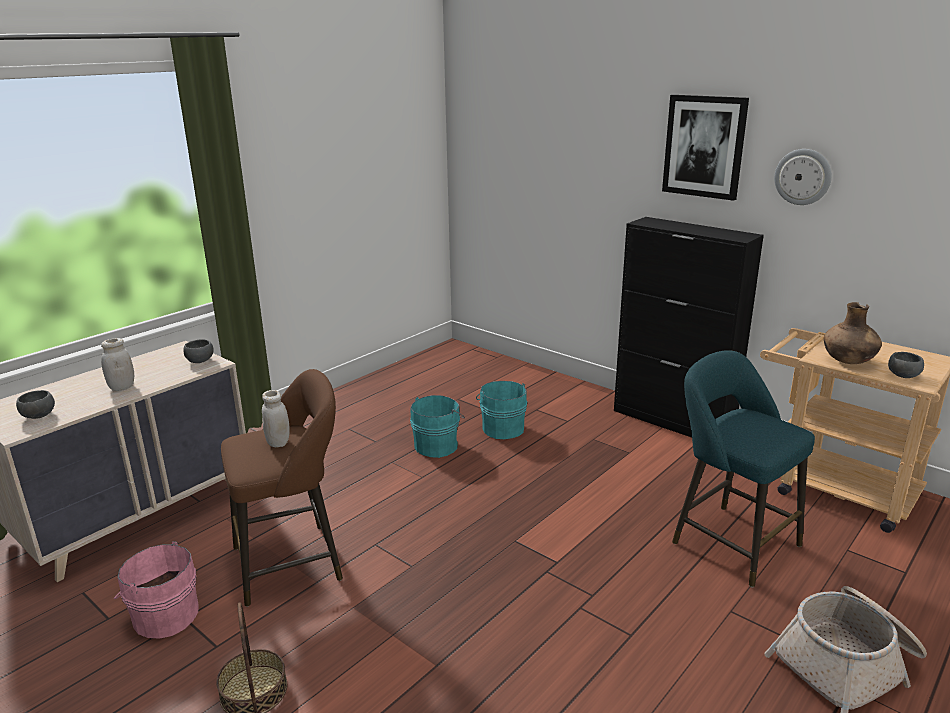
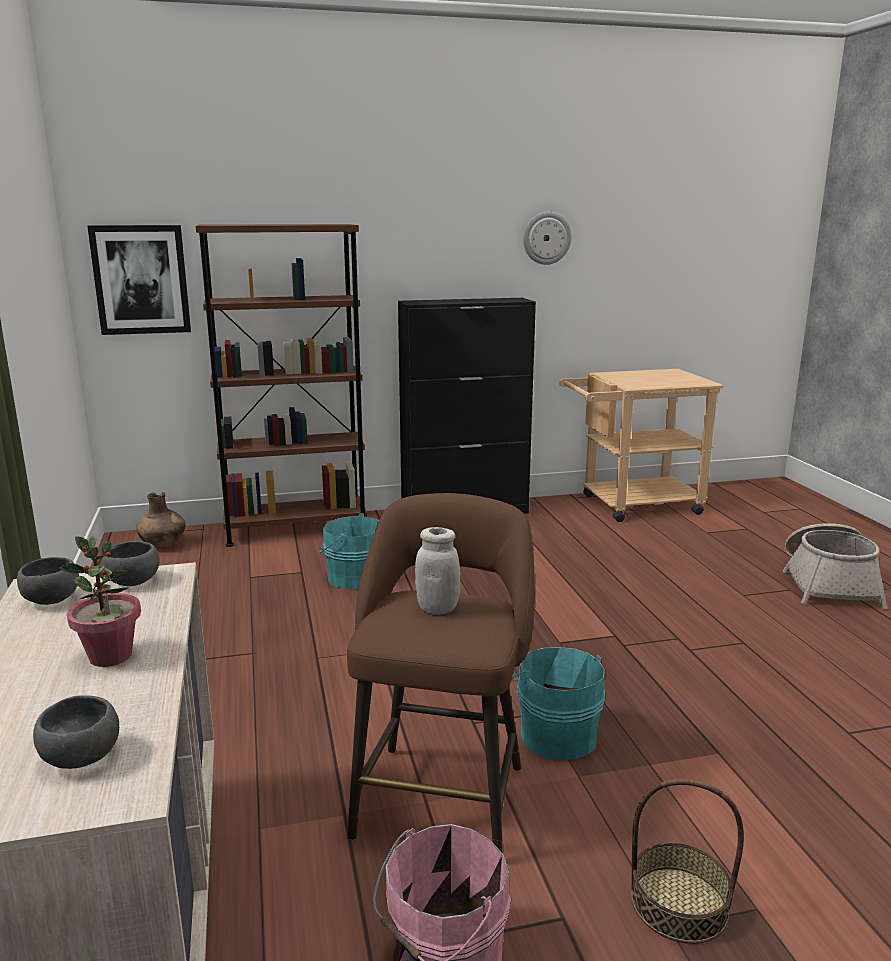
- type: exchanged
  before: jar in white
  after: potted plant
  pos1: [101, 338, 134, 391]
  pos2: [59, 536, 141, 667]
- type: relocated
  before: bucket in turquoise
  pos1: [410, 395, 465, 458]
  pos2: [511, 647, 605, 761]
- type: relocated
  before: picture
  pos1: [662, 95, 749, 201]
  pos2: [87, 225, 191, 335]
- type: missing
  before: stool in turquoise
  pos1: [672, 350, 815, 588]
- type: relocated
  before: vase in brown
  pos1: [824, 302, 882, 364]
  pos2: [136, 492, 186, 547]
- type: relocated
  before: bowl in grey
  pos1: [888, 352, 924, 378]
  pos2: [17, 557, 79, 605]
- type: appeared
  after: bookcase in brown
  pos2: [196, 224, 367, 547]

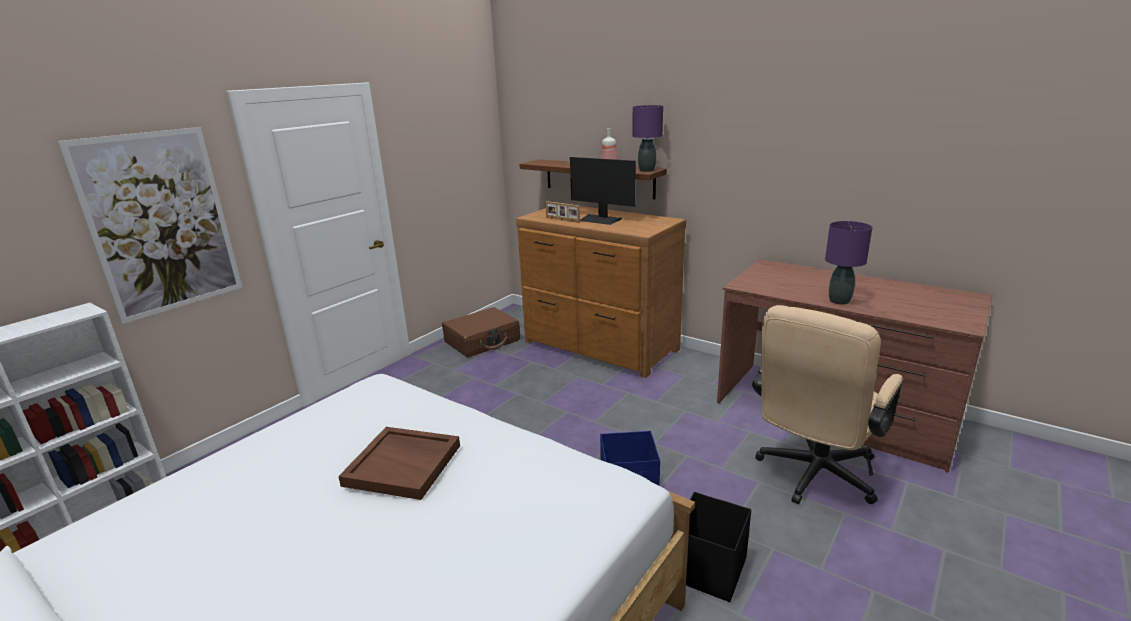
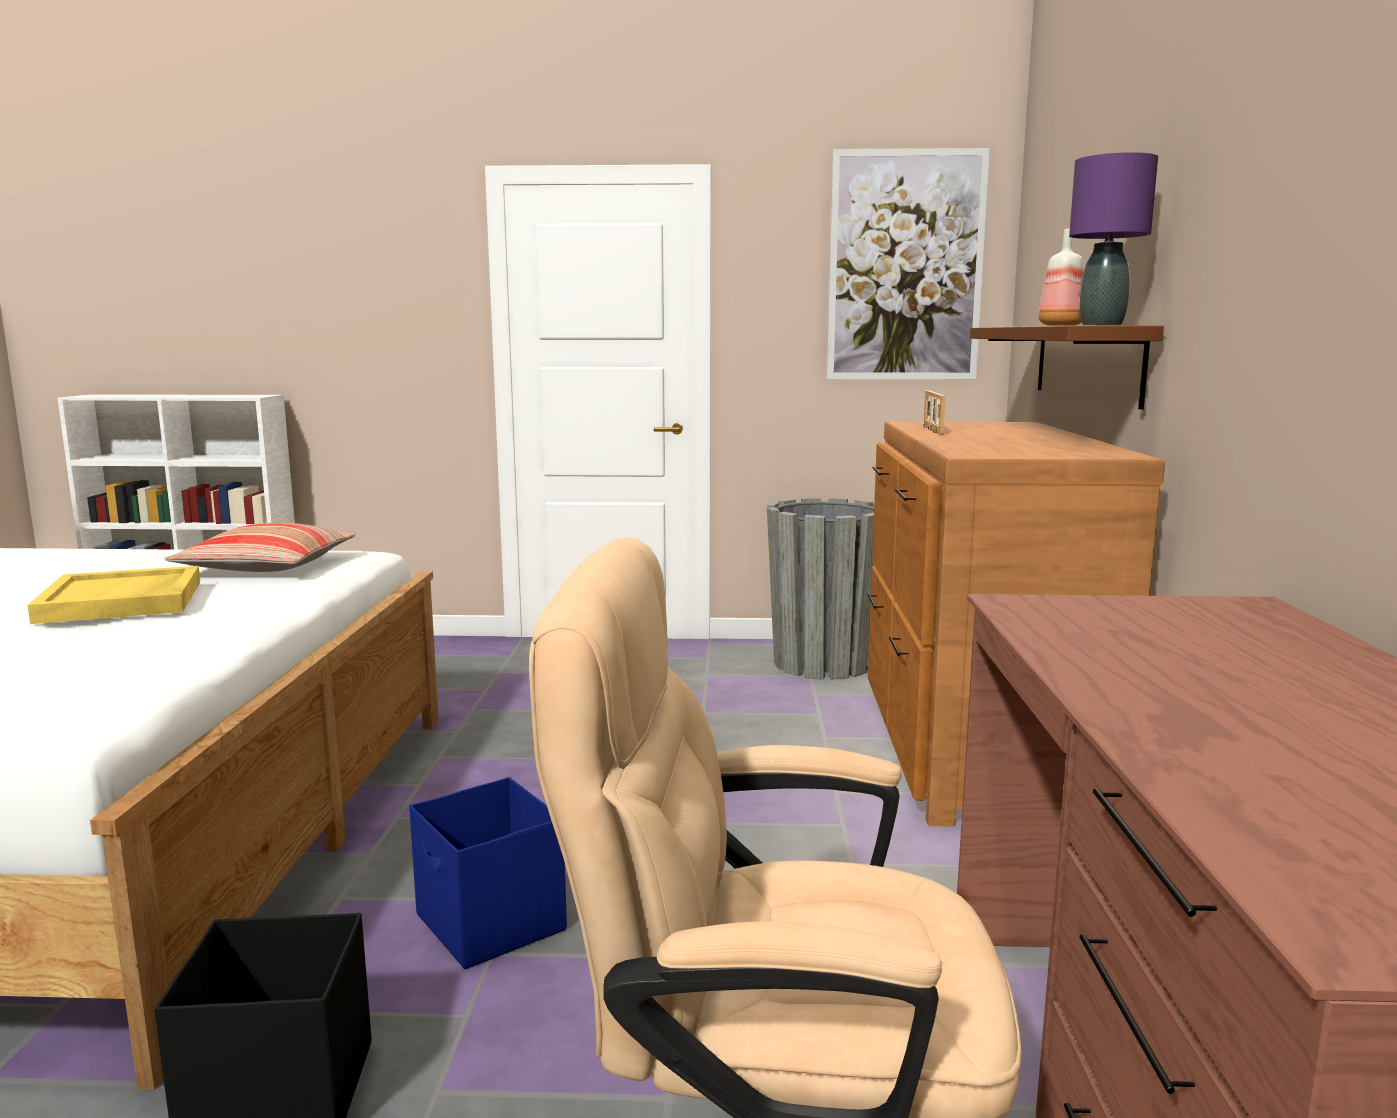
- type: relocated
  before: picture
  pos1: [57, 127, 242, 324]
  pos2: [827, 148, 990, 379]
- type: colour
  before: tray in brown
  after: tray in yellow
  pos1: [338, 427, 460, 500]
  pos2: [27, 566, 200, 624]
- type: exchanged
  before: suitcase in brown
  after: planter in grey
  pos1: [442, 307, 520, 357]
  pos2: [767, 498, 874, 680]
- type: missing
  before: monitor
  pos1: [570, 157, 636, 225]
- type: missing
  before: table lamp in purple
  pos1: [825, 221, 872, 305]
- type: appeared
  after: pillow
  pos2: [165, 523, 355, 572]

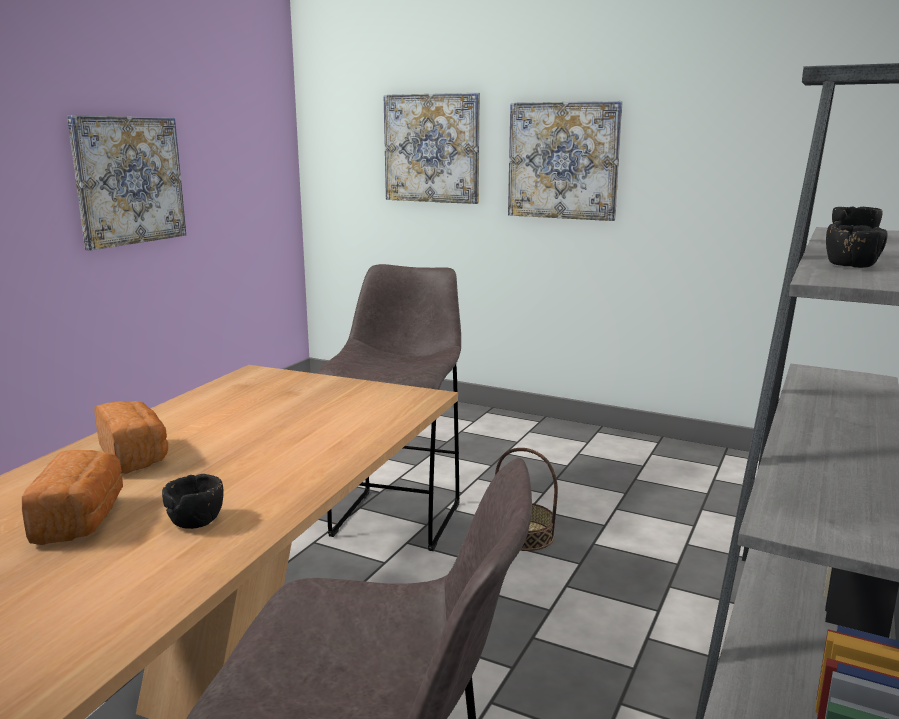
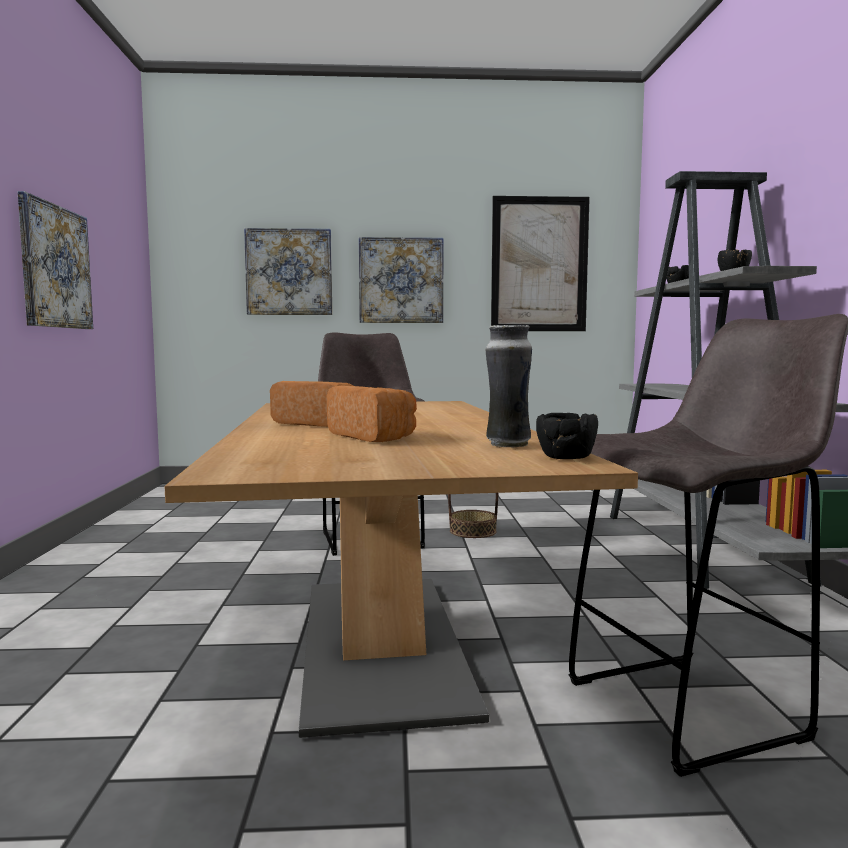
- type: relocated
  before: bowl in black
  pos1: [162, 474, 224, 529]
  pos2: [536, 413, 598, 459]
- type: appeared
  after: vase
  pos2: [486, 325, 532, 447]
- type: appeared
  after: picture
  pos2: [491, 196, 590, 331]

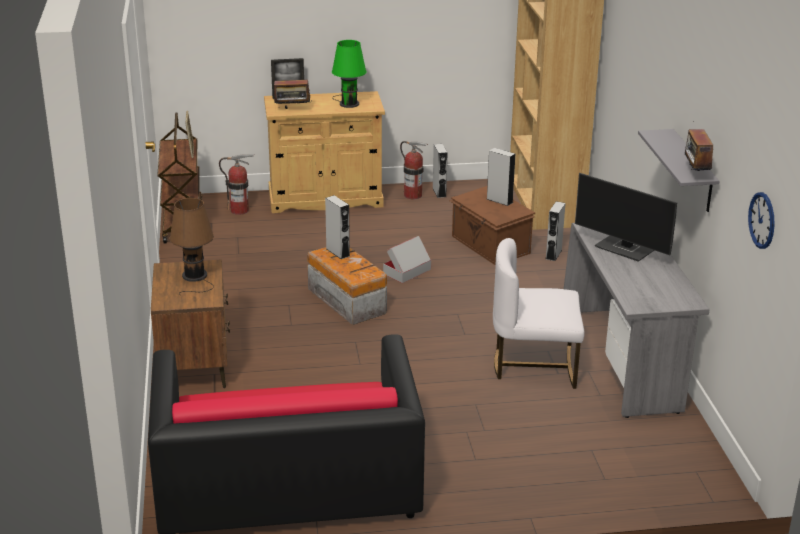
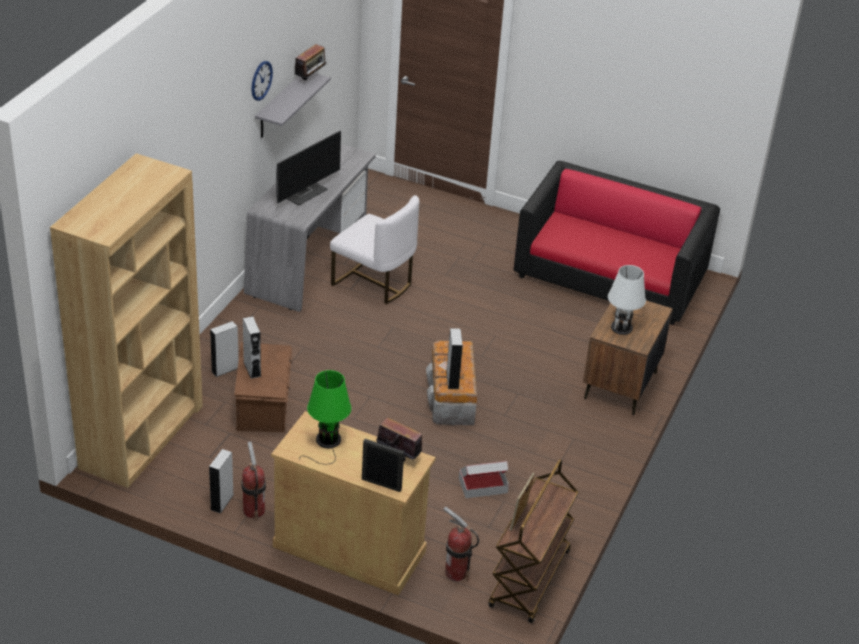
- type: colour
  before: table lamp in brown
  after: table lamp in white
  pos1: [170, 198, 214, 295]
  pos2: [608, 265, 646, 335]
- type: relocated
  before: cardboard box
  pos1: [383, 236, 431, 283]
  pos2: [459, 461, 509, 498]
- type: spun
  before: monitor
  pos1: [575, 173, 677, 262]
  pos2: [276, 130, 341, 206]
  turn: 60
- type: relocated
  before: wall clock
  pos1: [748, 192, 775, 249]
  pos2: [251, 61, 273, 101]

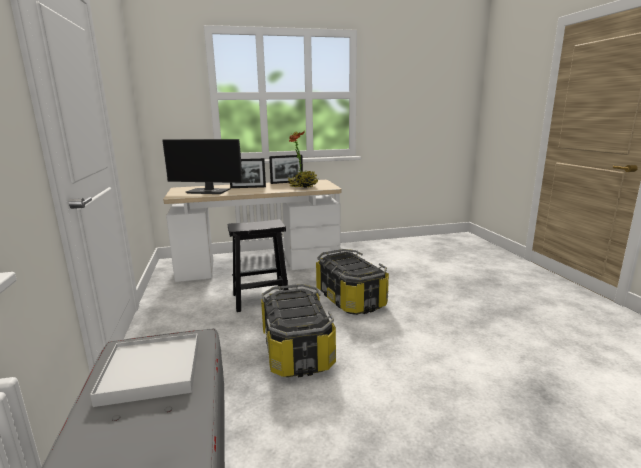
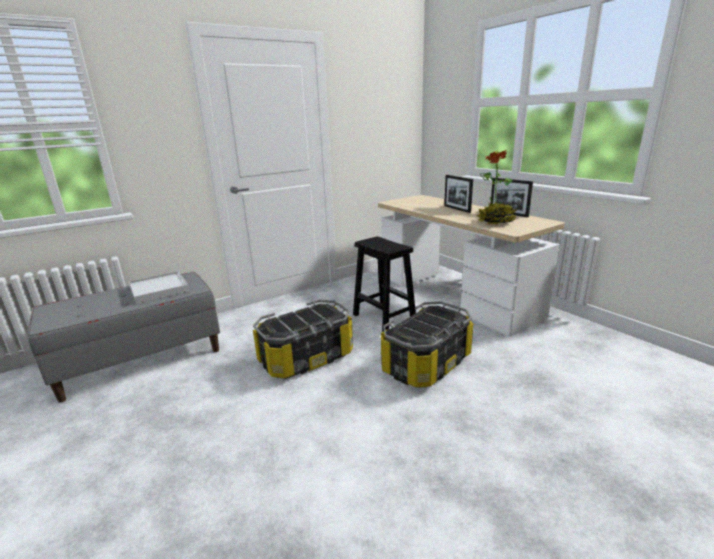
- type: missing
  before: monitor
  pos1: [162, 139, 242, 194]

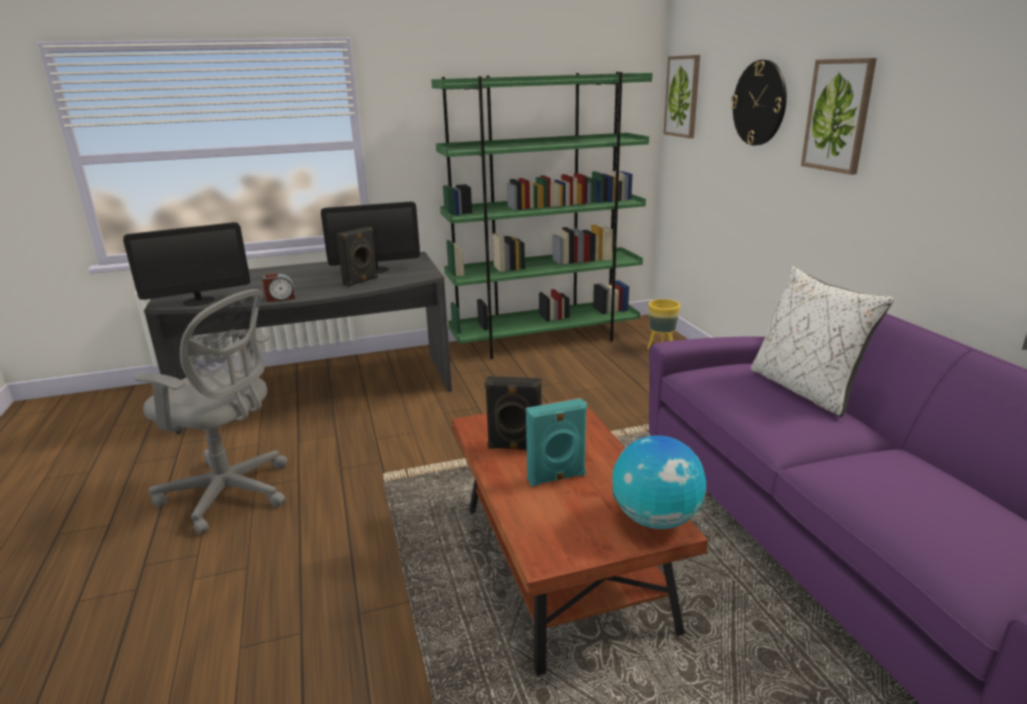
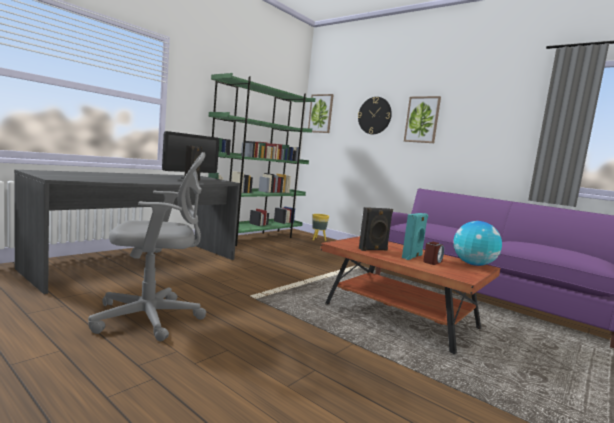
- type: missing
  before: monitor
  pos1: [123, 222, 250, 306]
- type: relocated
  before: alarm clock
  pos1: [262, 273, 295, 302]
  pos2: [423, 242, 444, 265]
- type: missing
  before: pillow in white
  pos1: [751, 266, 894, 417]

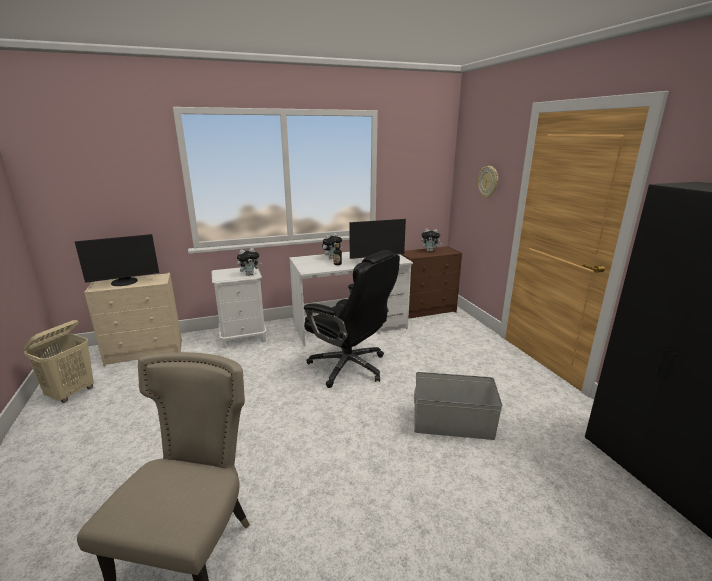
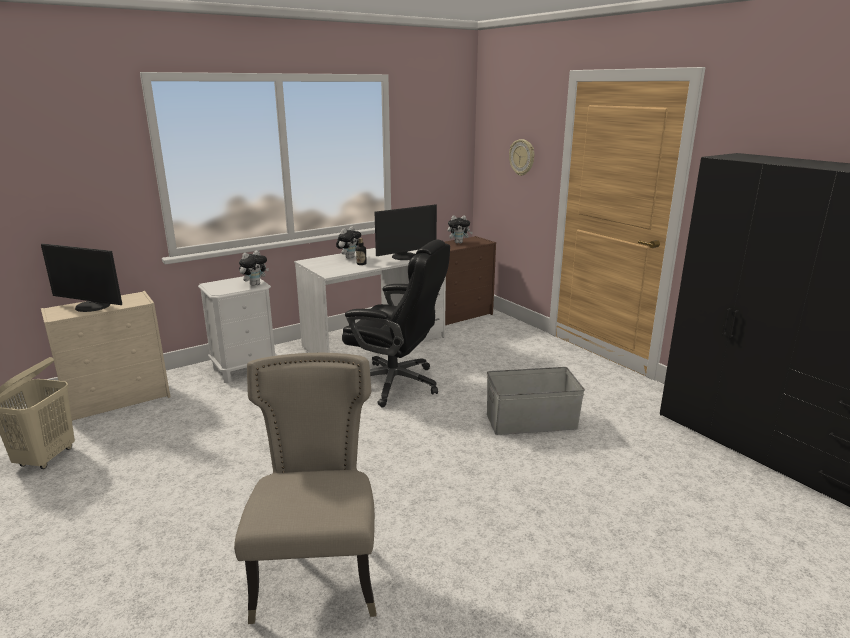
- type: spun
  before: monitor
  pos1: [75, 234, 159, 286]
  pos2: [41, 244, 122, 312]
  turn: 60

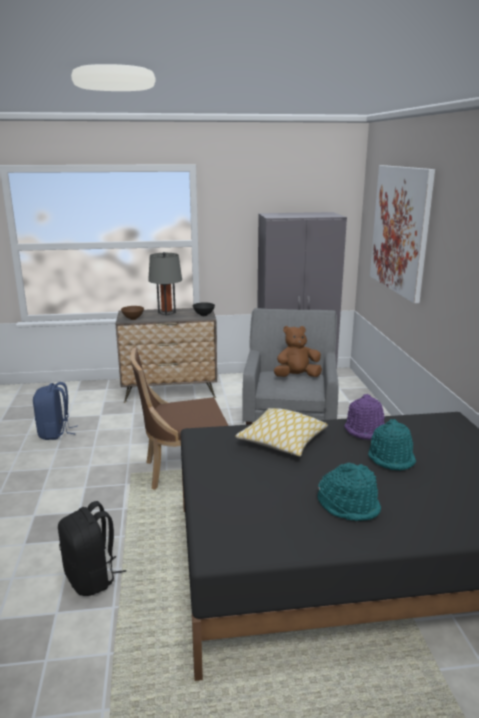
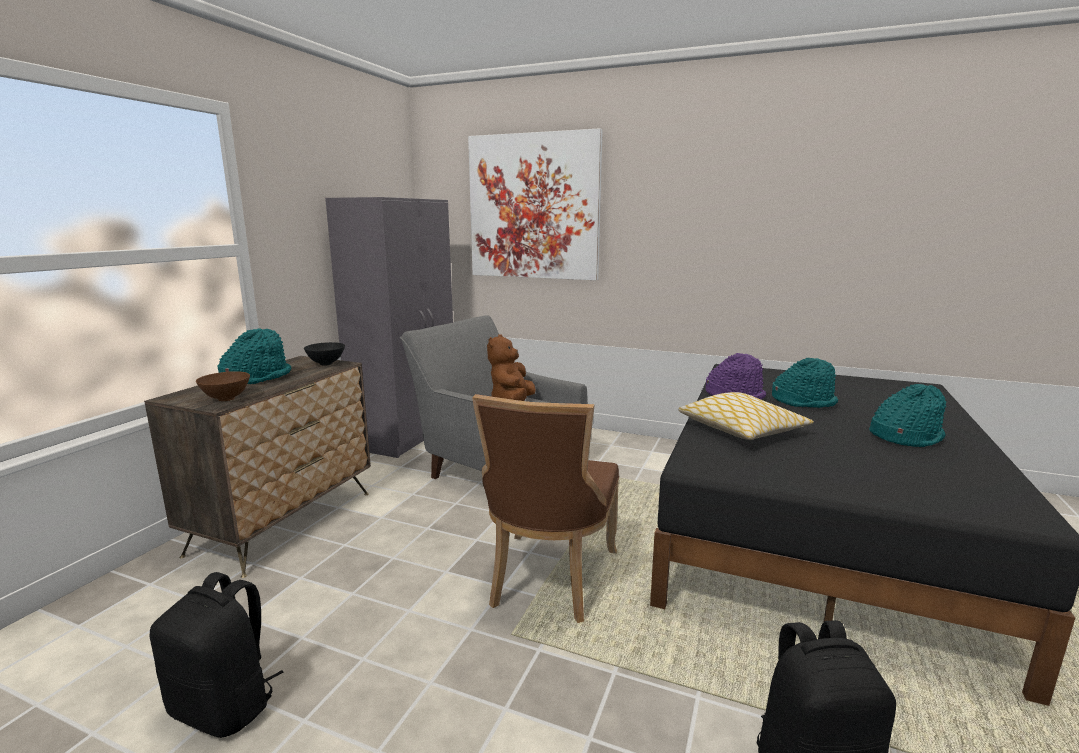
- type: colour
  before: backpack in blue
  after: backpack in black
  pos1: [33, 382, 77, 440]
  pos2: [150, 572, 283, 738]
- type: exchanged
  before: table lamp in grey
  after: hat in turquoise
  pos1: [148, 252, 182, 315]
  pos2: [217, 329, 291, 384]

